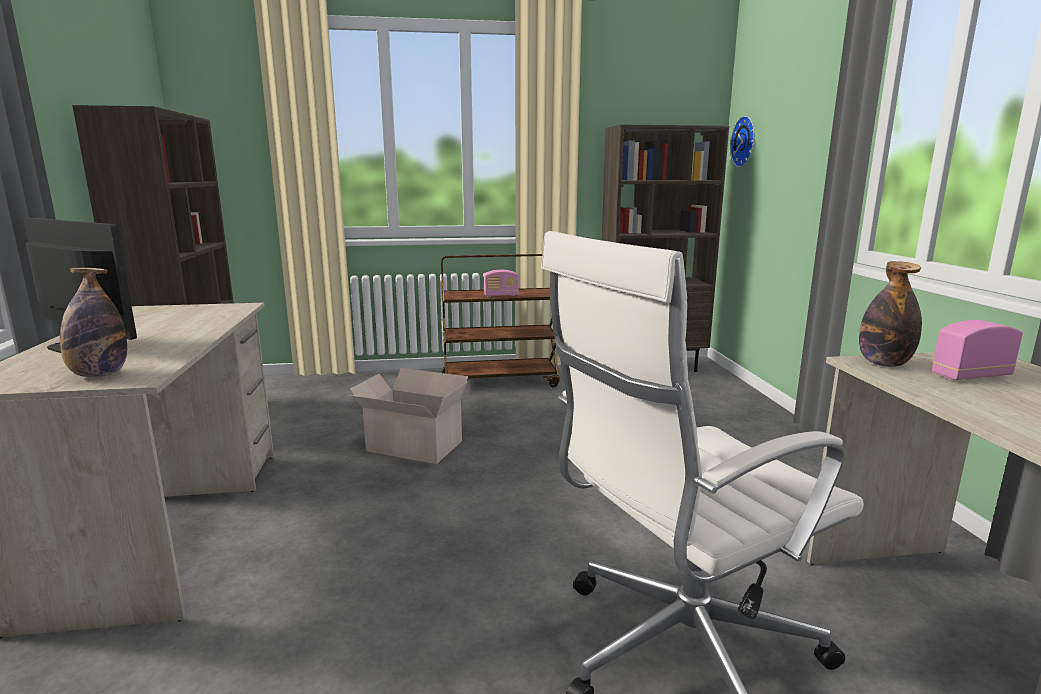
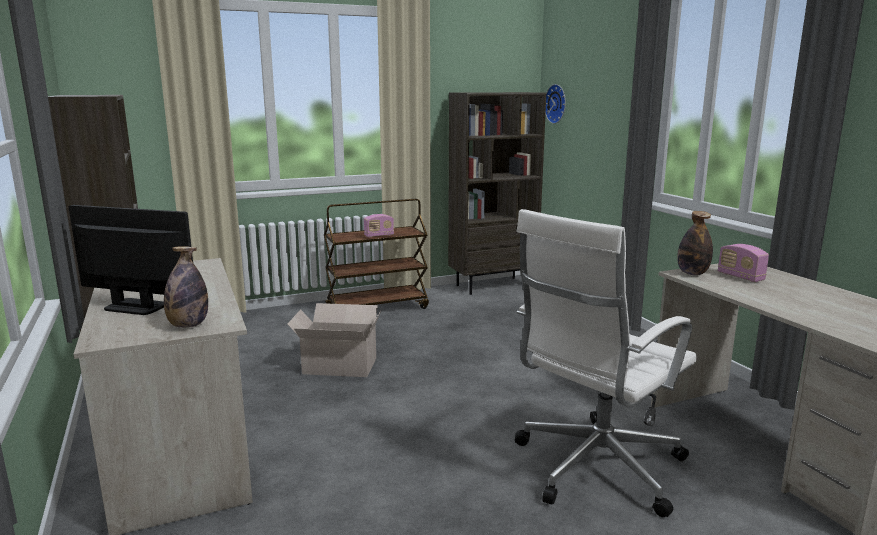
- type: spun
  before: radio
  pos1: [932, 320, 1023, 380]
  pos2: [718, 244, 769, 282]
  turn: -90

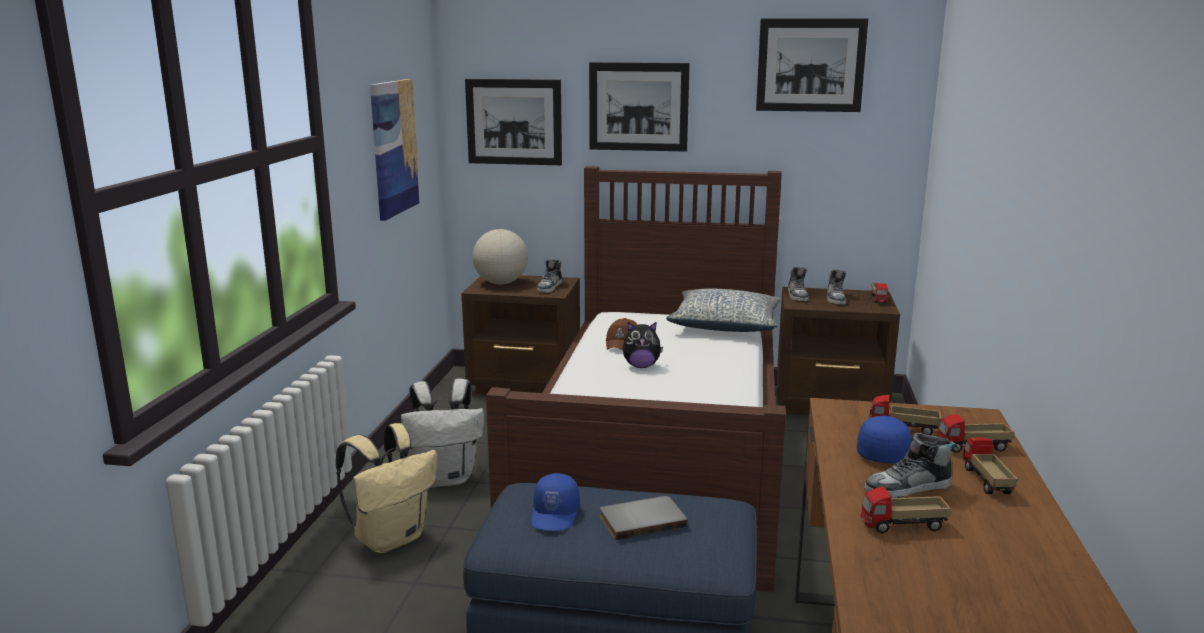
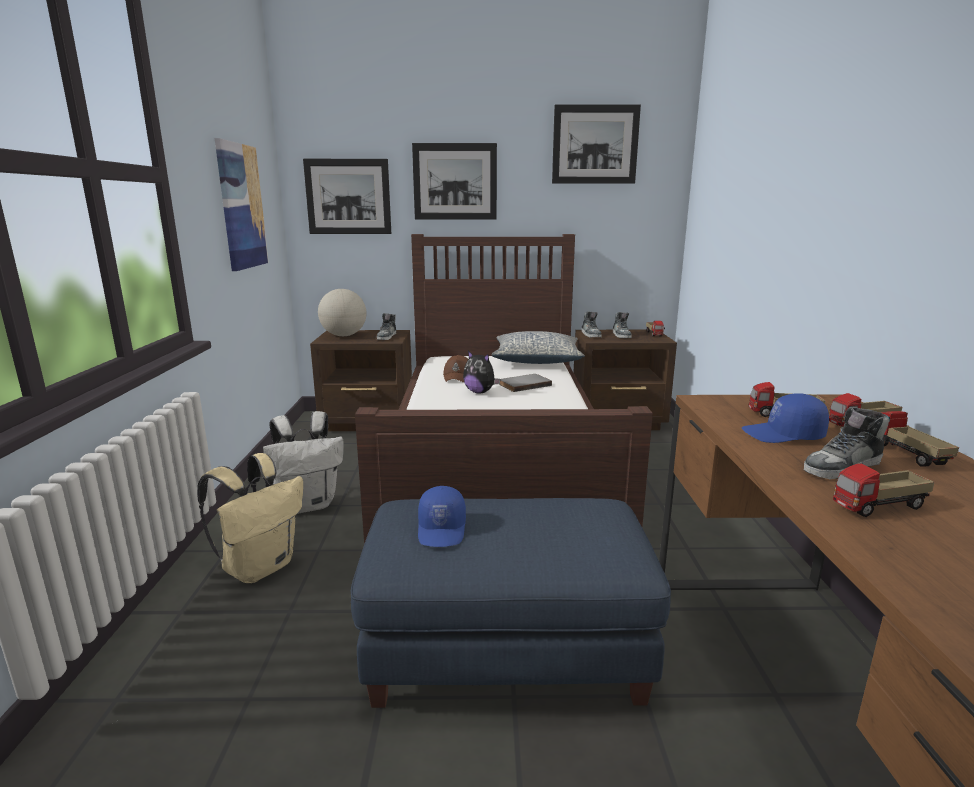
- type: relocated
  before: book in grey
  pos1: [600, 496, 688, 540]
  pos2: [499, 374, 552, 392]
- type: spun
  before: plush toy
  pos1: [623, 322, 663, 368]
  pos2: [463, 351, 500, 393]
  turn: 45
- type: spun
  before: cap in blue
  pos1: [857, 416, 911, 463]
  pos2: [742, 393, 829, 443]
  turn: -90

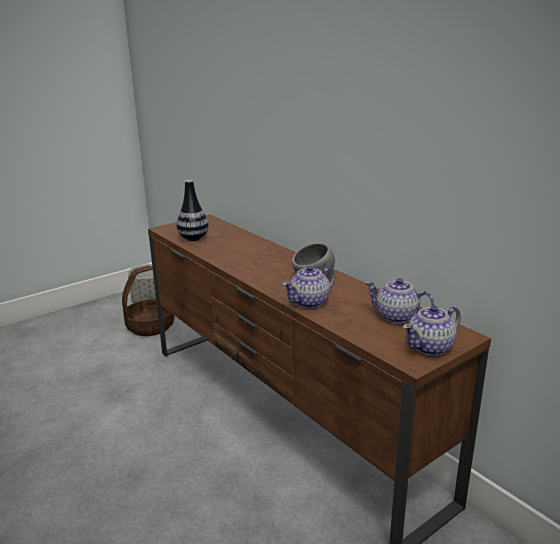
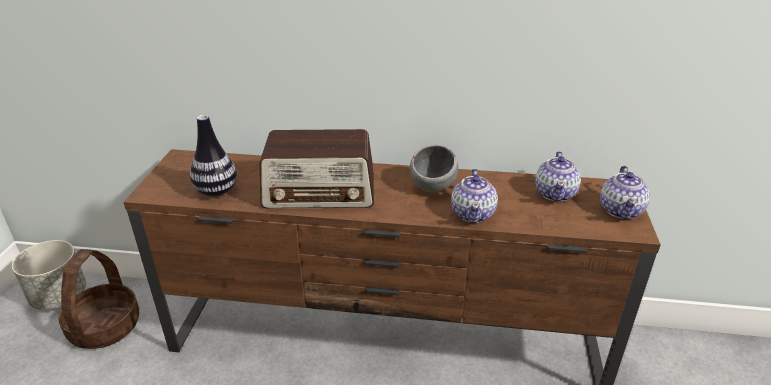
- type: spun
  before: teapot
  pos1: [365, 278, 434, 324]
  pos2: [535, 151, 581, 202]
  turn: -60
- type: appeared
  after: radio
  pos2: [260, 129, 374, 209]

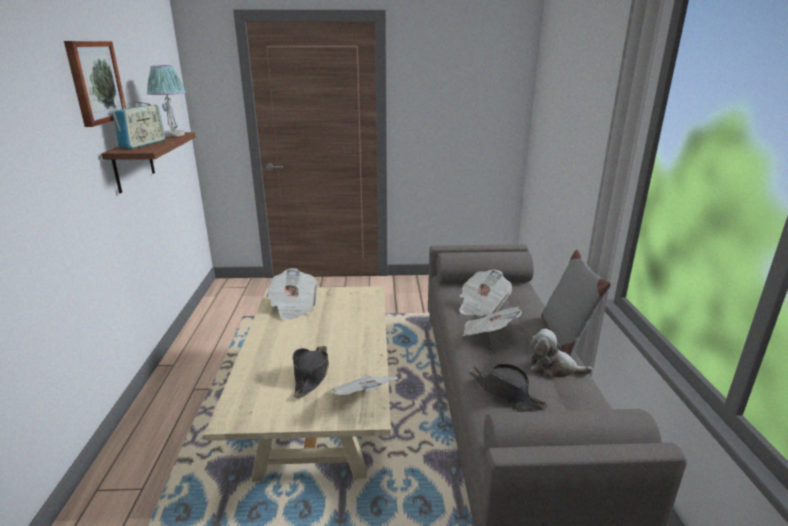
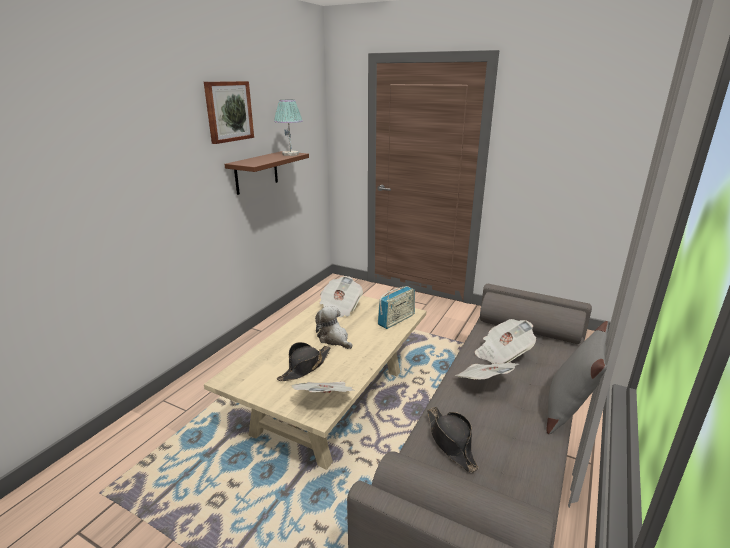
- type: relocated
  before: radio
  pos1: [113, 100, 165, 149]
  pos2: [378, 286, 415, 329]
- type: relocated
  before: plush toy
  pos1: [530, 329, 593, 378]
  pos2: [315, 306, 352, 349]

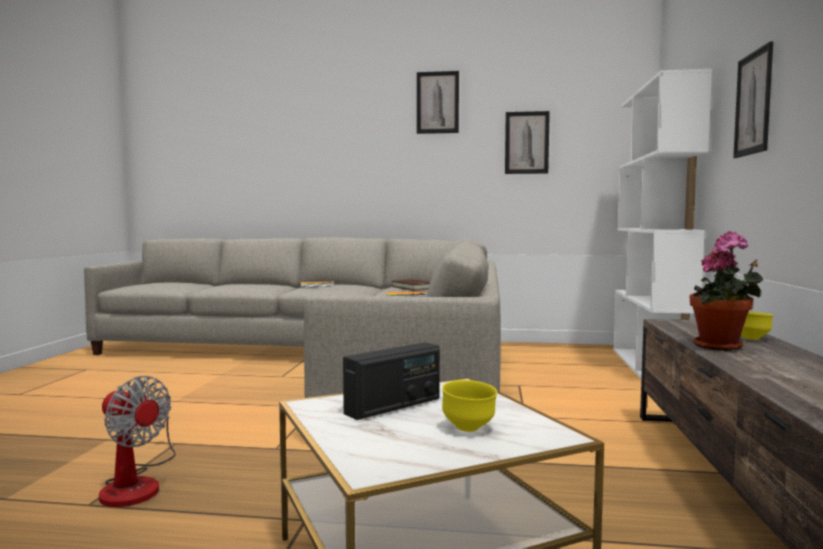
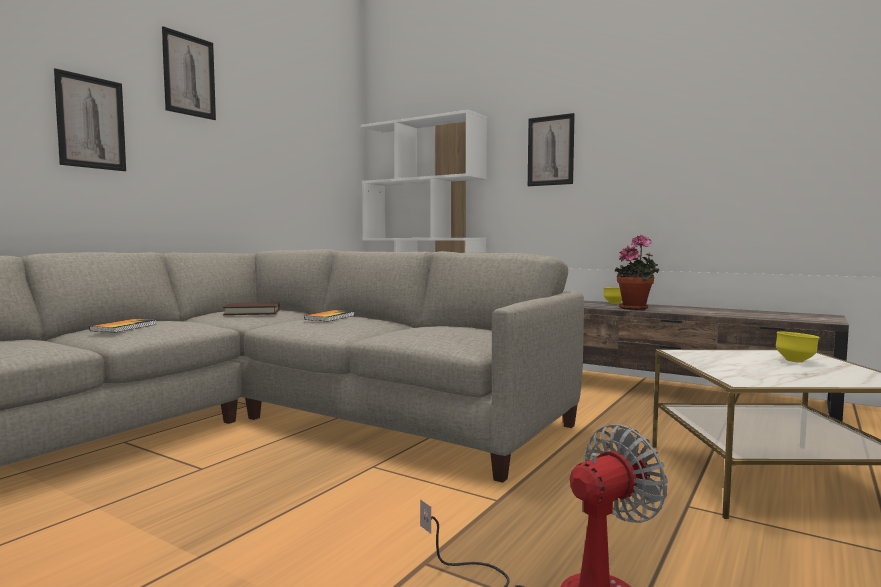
- type: missing
  before: radio
  pos1: [343, 342, 440, 420]
- type: relocated
  before: picture
  pos1: [505, 111, 550, 174]
  pos2: [54, 68, 126, 171]

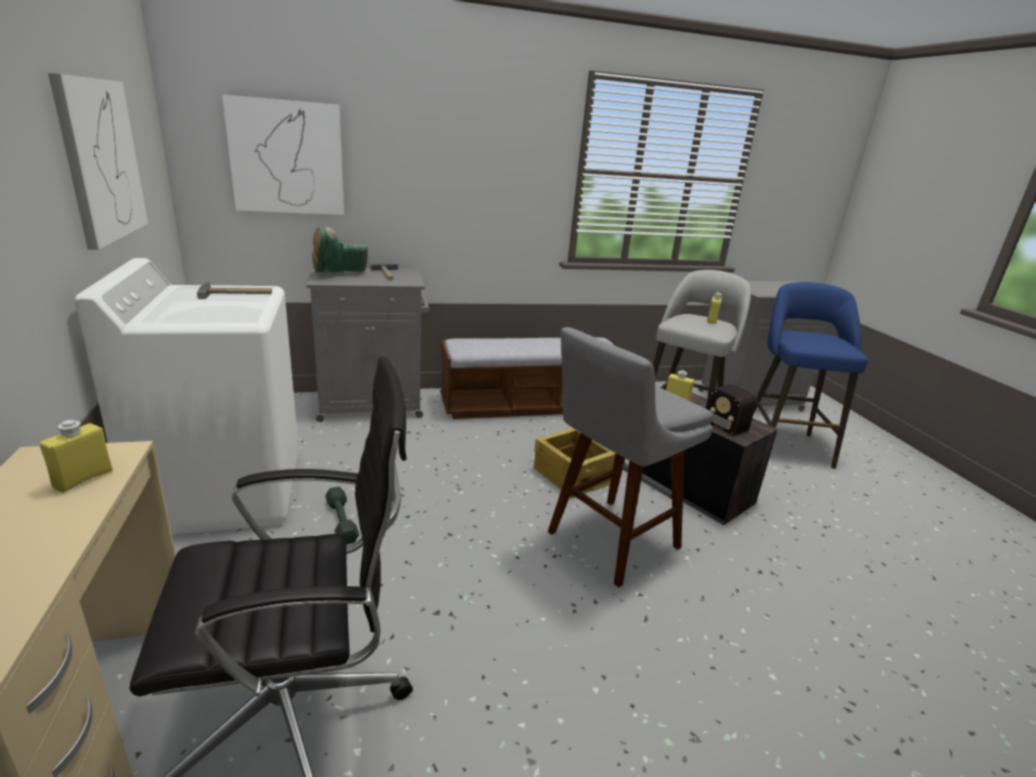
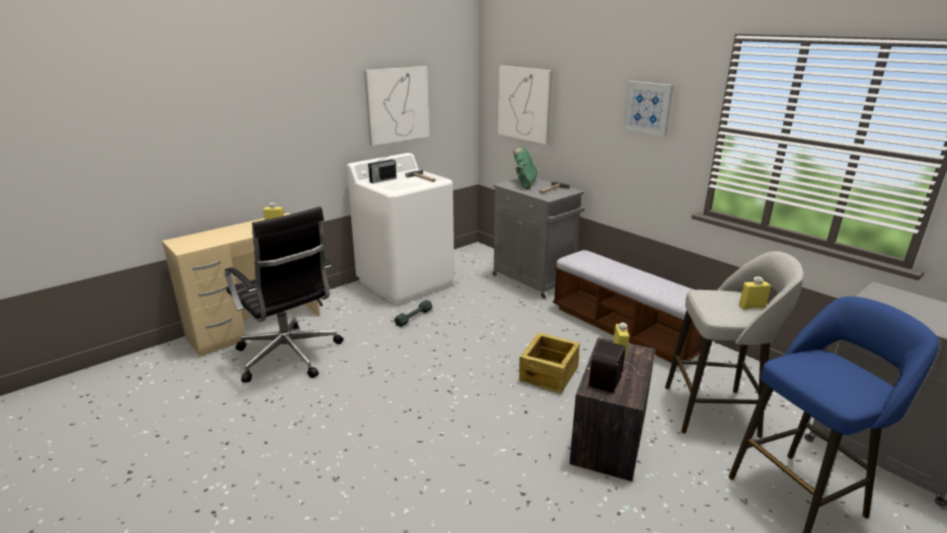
- type: spun
  before: boot in green
  pos1: [312, 227, 368, 273]
  pos2: [513, 146, 537, 189]
  turn: 75
- type: missing
  before: stool in grey
  pos1: [548, 327, 713, 587]
- type: appeared
  after: radio
  pos2: [368, 157, 397, 184]
- type: appeared
  after: picture
  pos2: [623, 81, 673, 137]

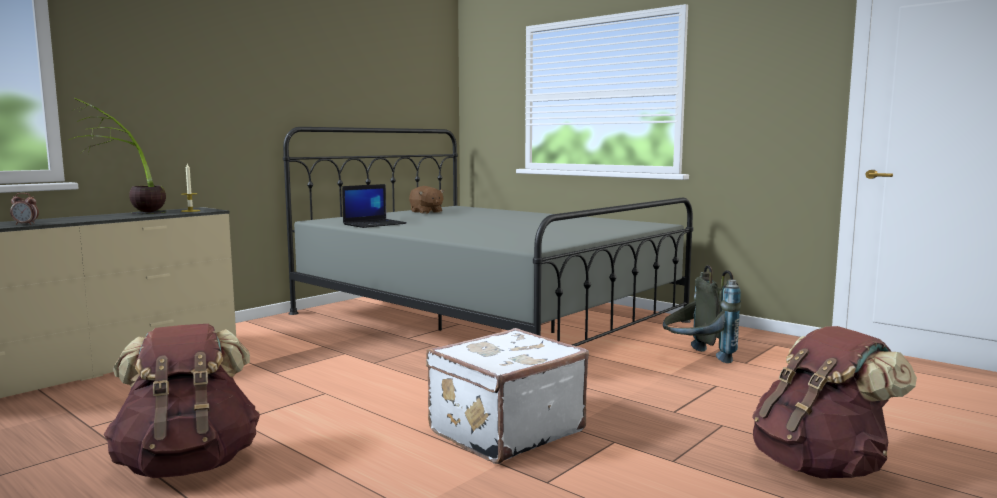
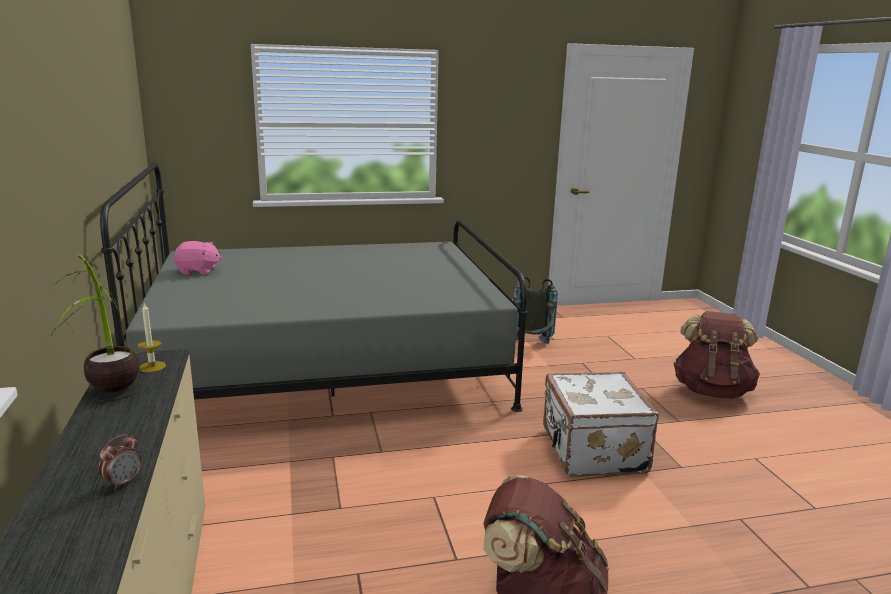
- type: missing
  before: laptop
  pos1: [342, 184, 407, 228]
- type: colour
  before: plush toy in brown
  after: plush toy in pink
  pos1: [409, 186, 444, 214]
  pos2: [174, 241, 222, 275]

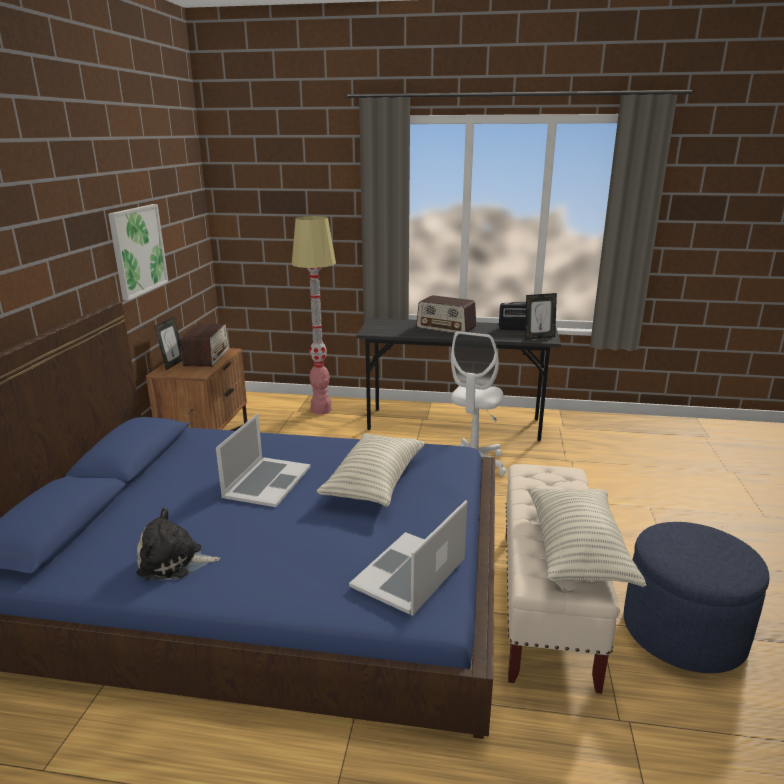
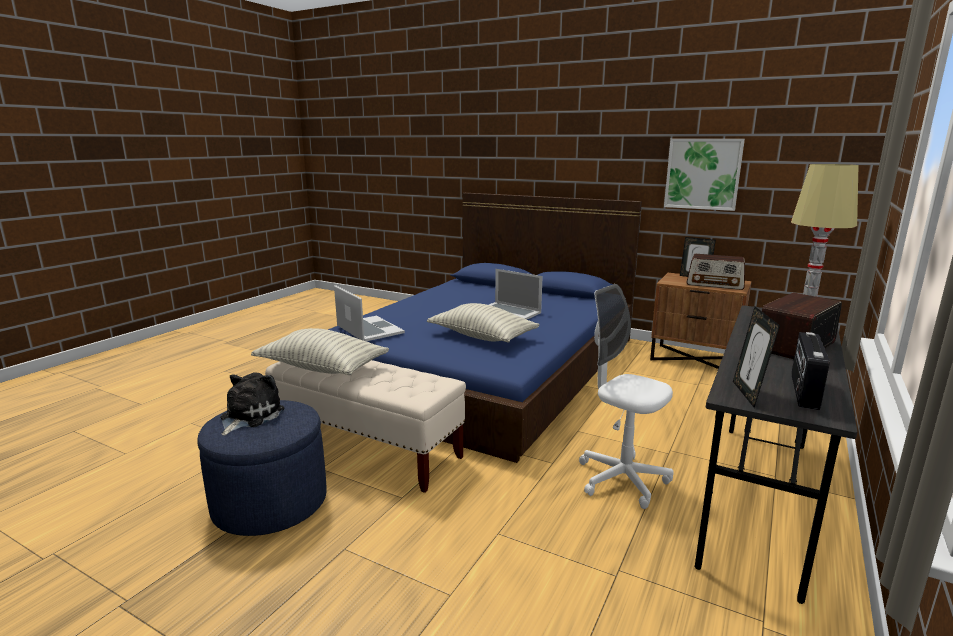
- type: relocated
  before: plush toy
  pos1: [137, 507, 220, 580]
  pos2: [220, 372, 285, 436]

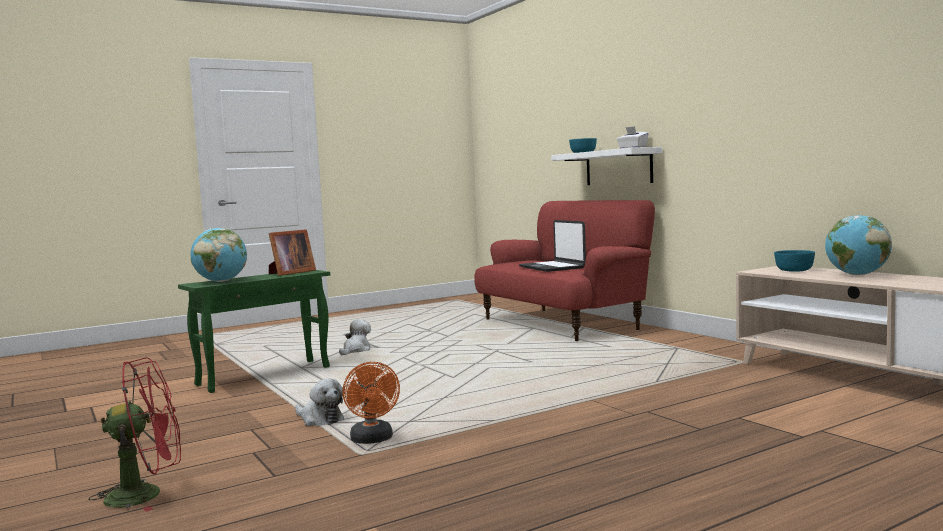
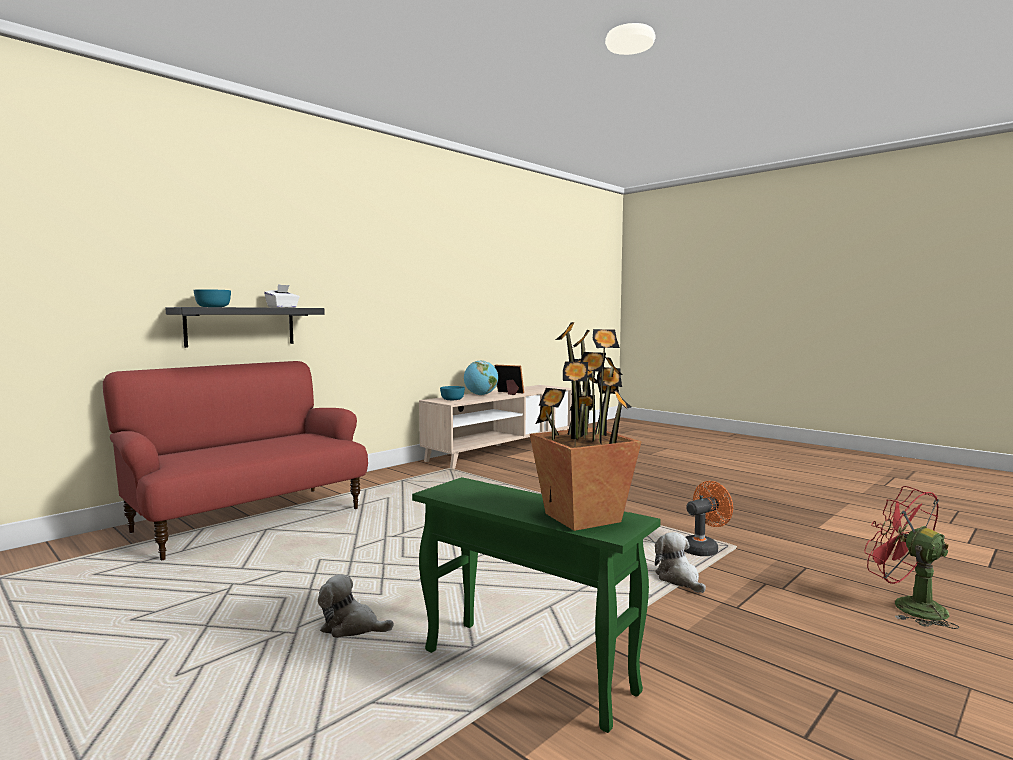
- type: exchanged
  before: globe
  after: potted plant
  pos1: [191, 228, 247, 282]
  pos2: [530, 322, 642, 531]
- type: relocated
  before: picture frame
  pos1: [269, 229, 316, 276]
  pos2: [494, 365, 524, 395]
- type: spun
  before: plush toy
  pos1: [295, 379, 344, 426]
  pos2: [655, 532, 706, 593]
  turn: -45
- type: missing
  before: laptop
  pos1: [519, 220, 586, 272]
- type: colour
  before: shelf in white
  after: shelf in black
  pos1: [551, 147, 662, 185]
  pos2: [165, 307, 325, 348]

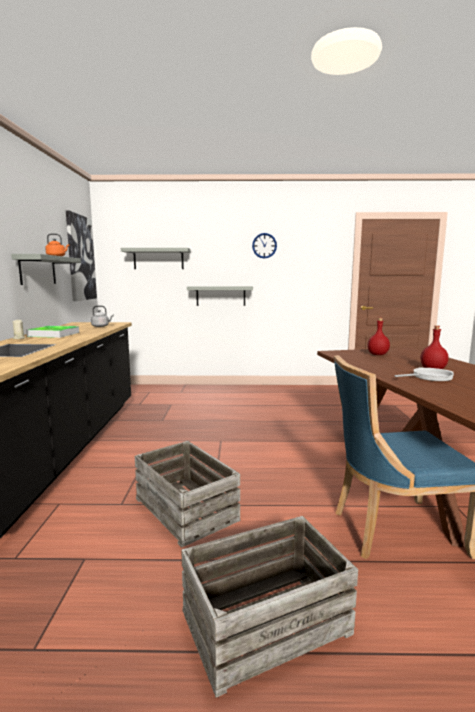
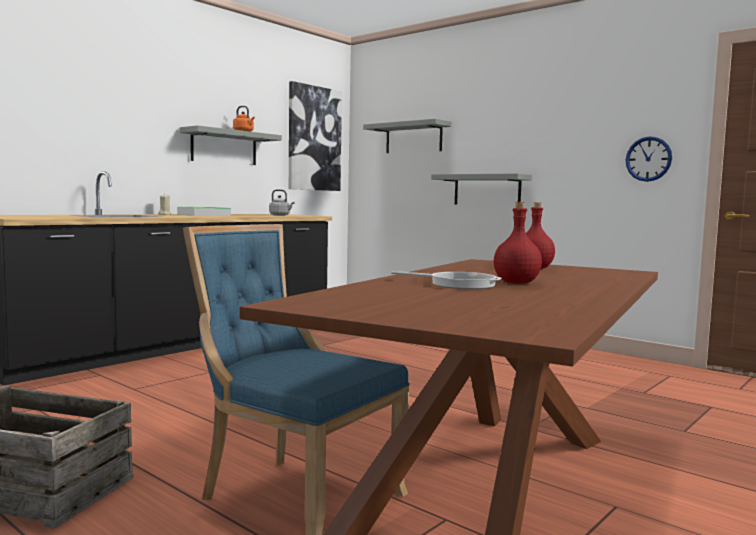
- type: missing
  before: crate
  pos1: [135, 441, 240, 548]
- type: relocated
  before: wall clock
  pos1: [252, 233, 277, 259]
  pos2: [626, 136, 672, 182]

